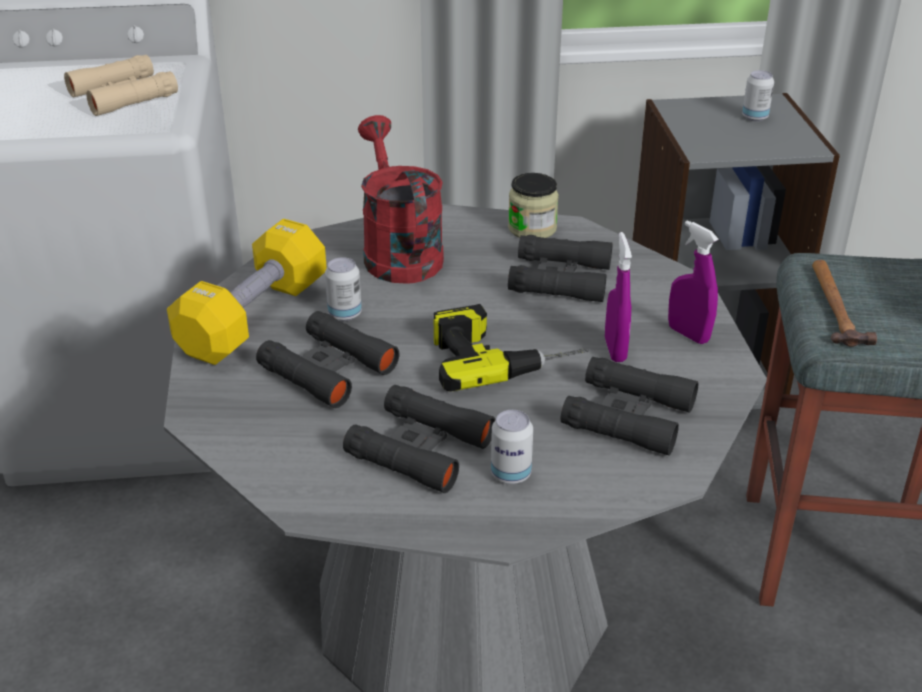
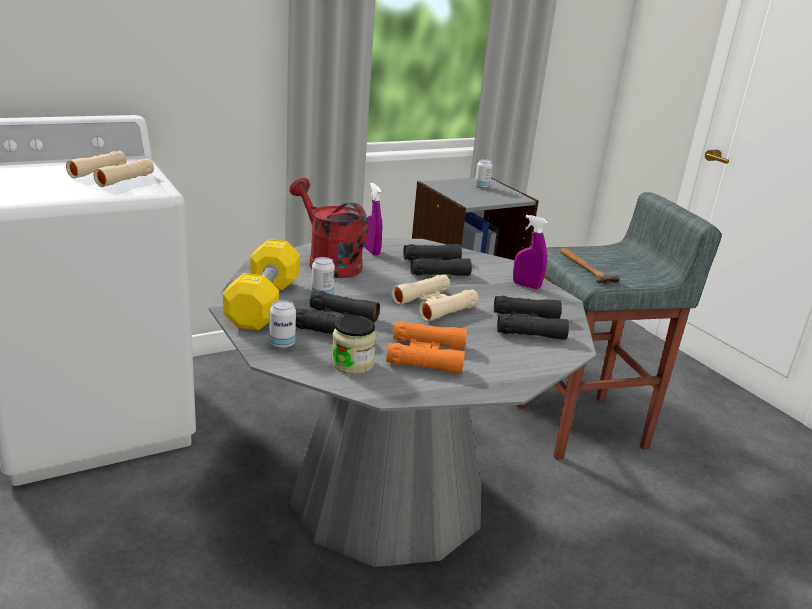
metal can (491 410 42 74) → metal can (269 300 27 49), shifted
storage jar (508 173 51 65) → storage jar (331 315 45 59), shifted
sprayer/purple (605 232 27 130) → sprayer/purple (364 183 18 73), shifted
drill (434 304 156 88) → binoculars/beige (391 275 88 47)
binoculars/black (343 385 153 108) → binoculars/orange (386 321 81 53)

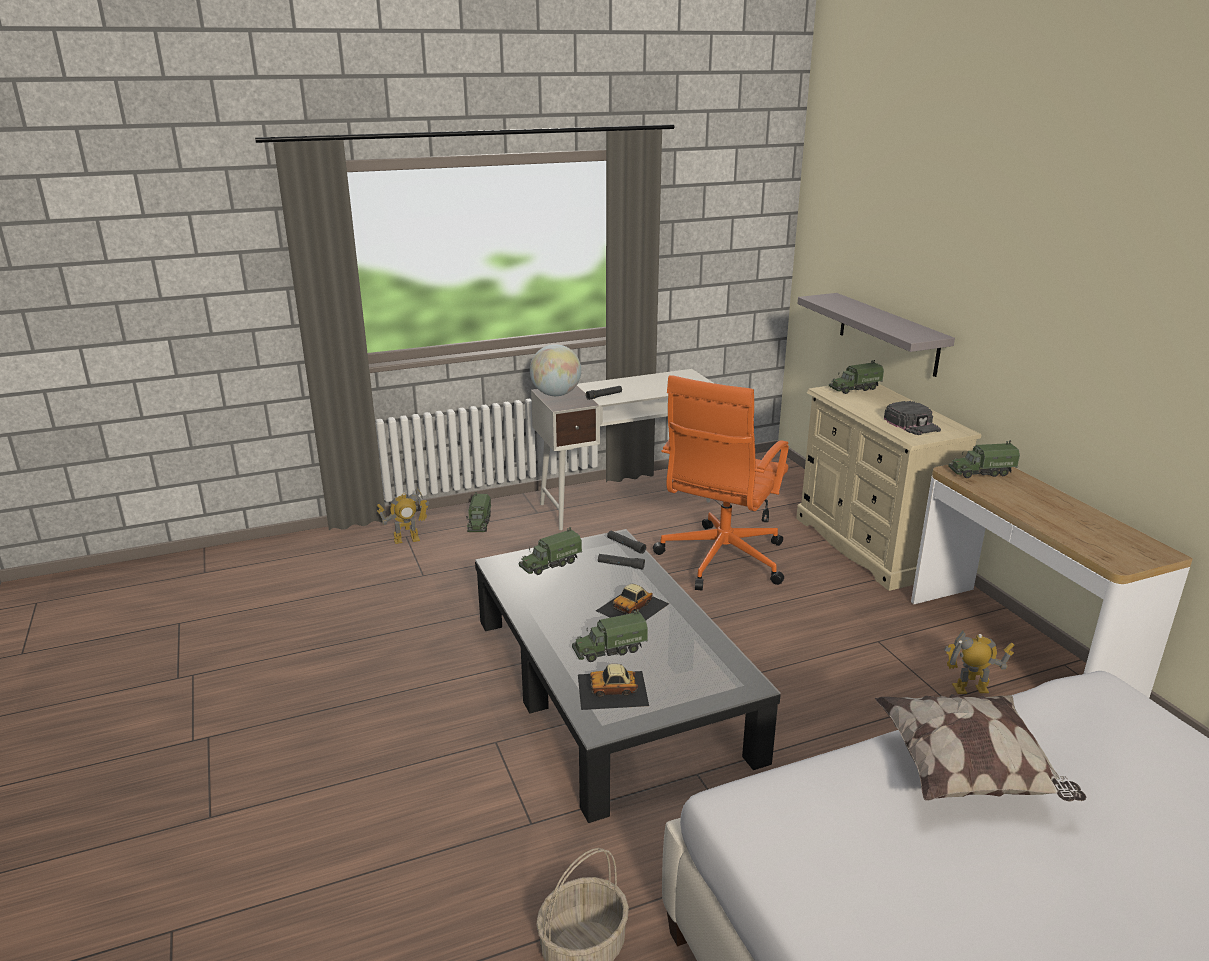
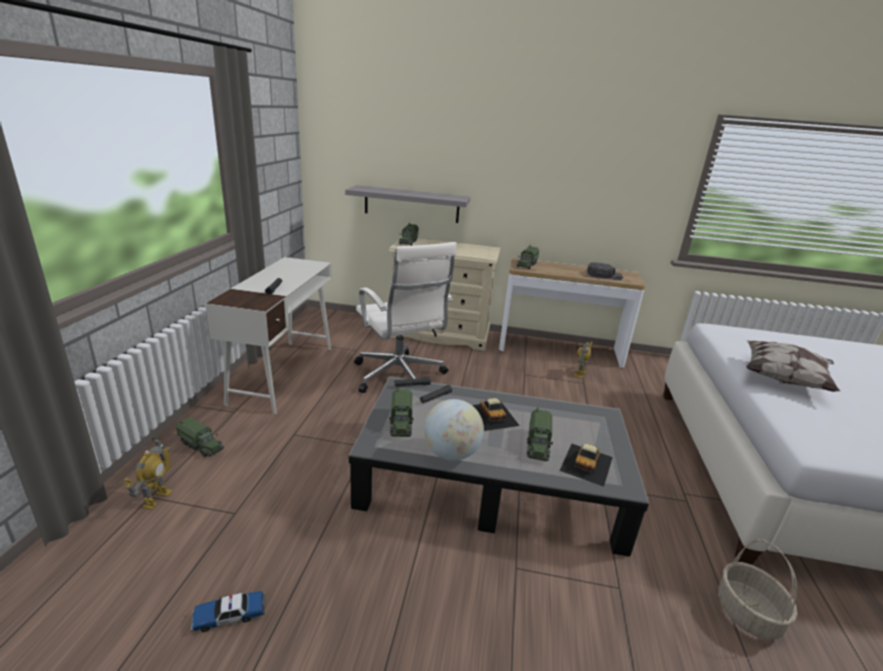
- → miniature car (191 591 74 41)
desk globe (530 344 51 52) → desk globe (424 399 60 62), shifted
baseball cap/black (884 401 57 34) → baseball cap/black (587 262 36 18), shifted
office chair/orange (653 375 136 215) → office chair/white (354 242 103 151)

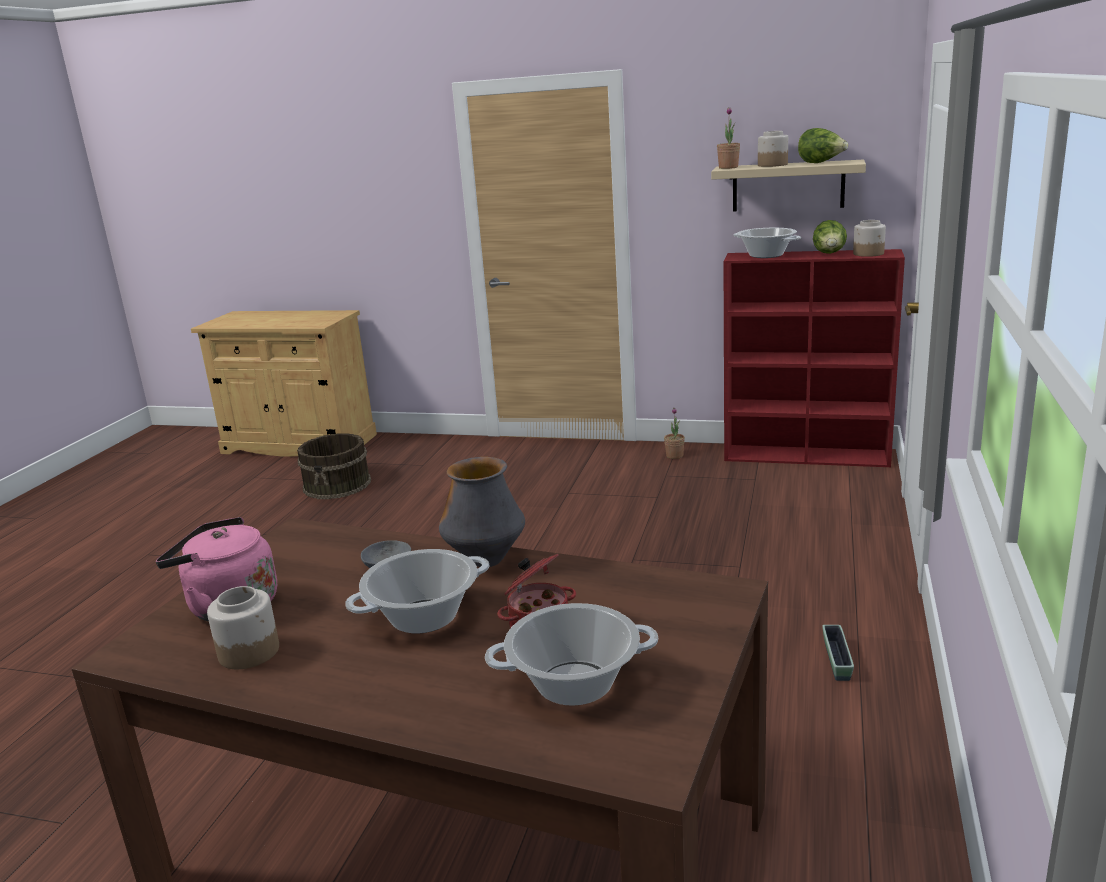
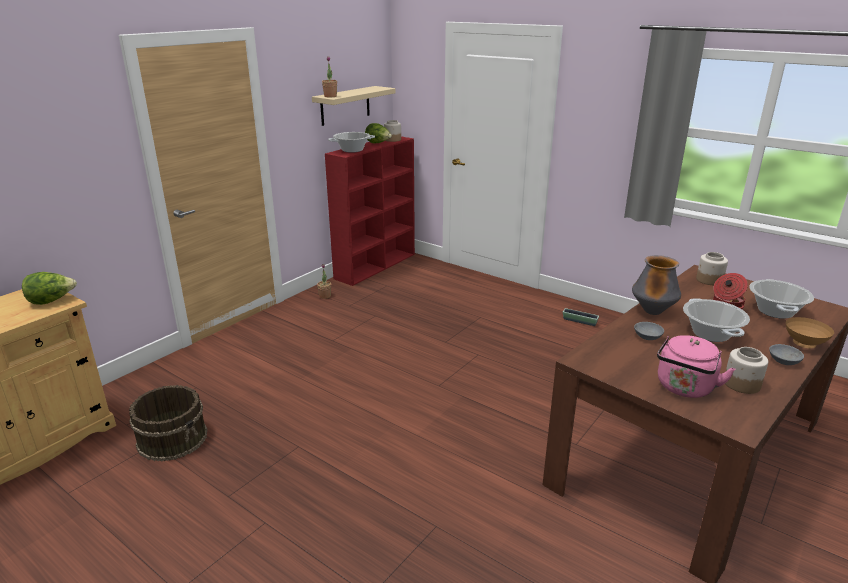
- → serving bowl/grey (769 344 35 21)
- → serving bowl/brown-coloured (786 317 48 31)
storage jar (758 131 30 36) → storage jar (696 252 32 33), shifted
lettuce (798 128 50 35) → lettuce (22 272 55 33), shifted

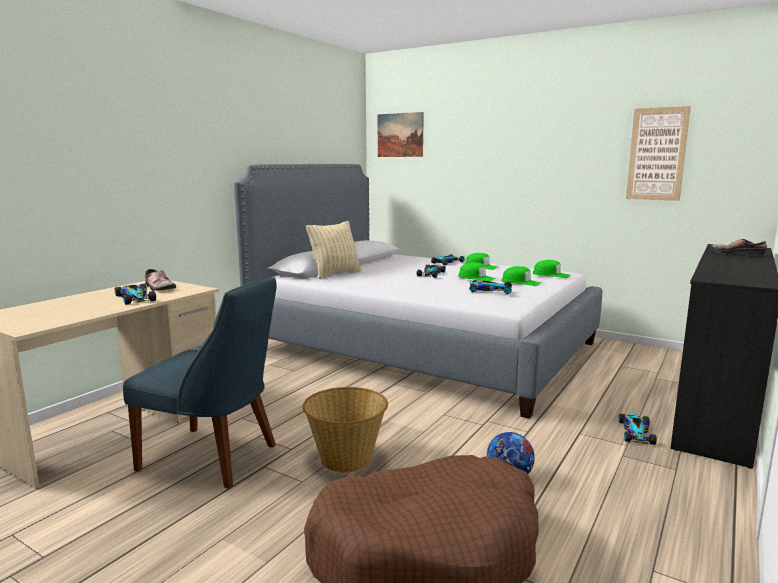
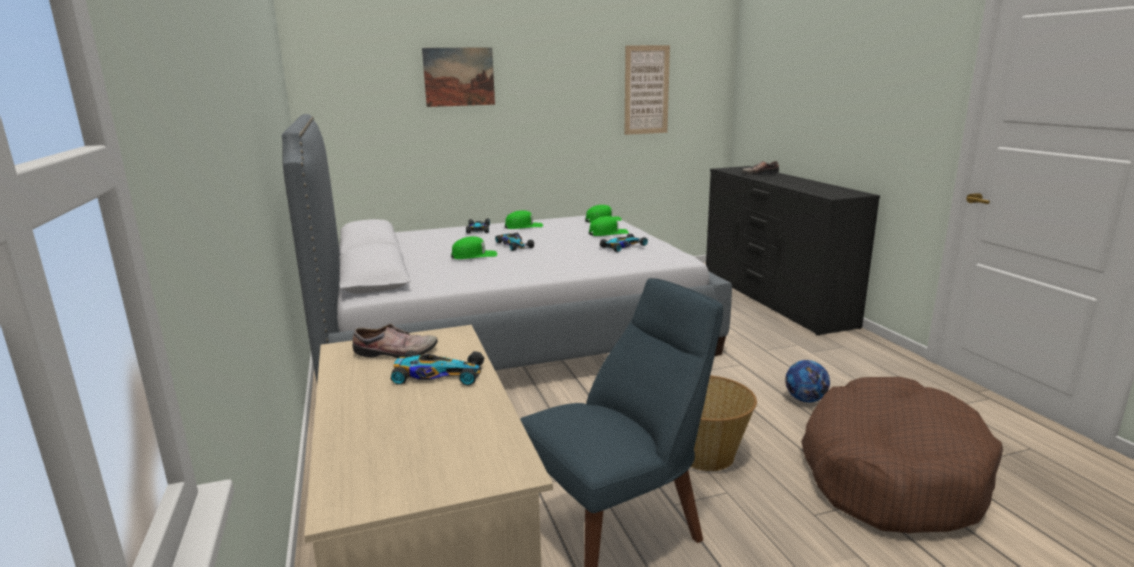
throw pillow/beige (306 221 56 58) → -
miniature car (619 414 38 31) → -
wall picture (378 112 46 45) → wall picture (422 47 73 60), shifted
baseball cap/green (458 262 38 19) → baseball cap/green (451 236 46 23), shifted

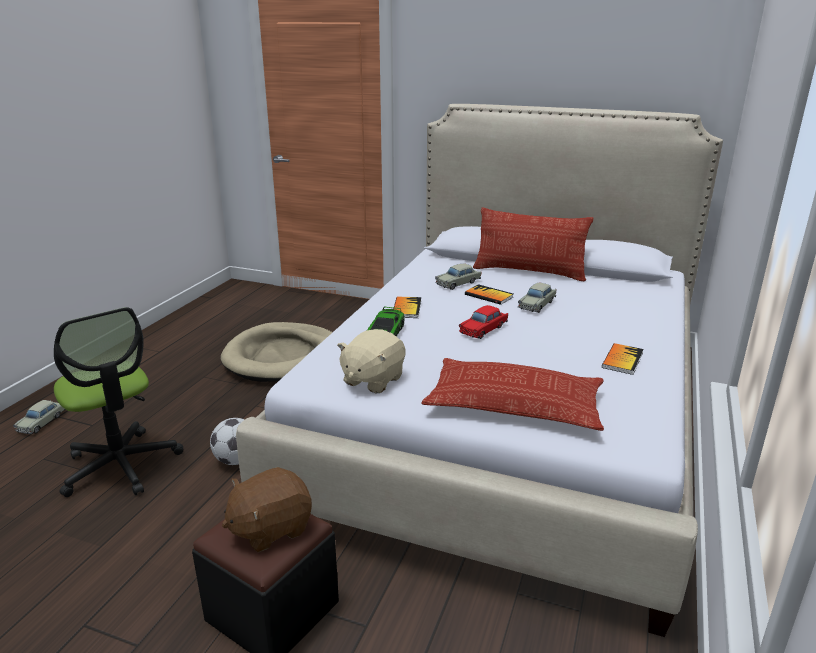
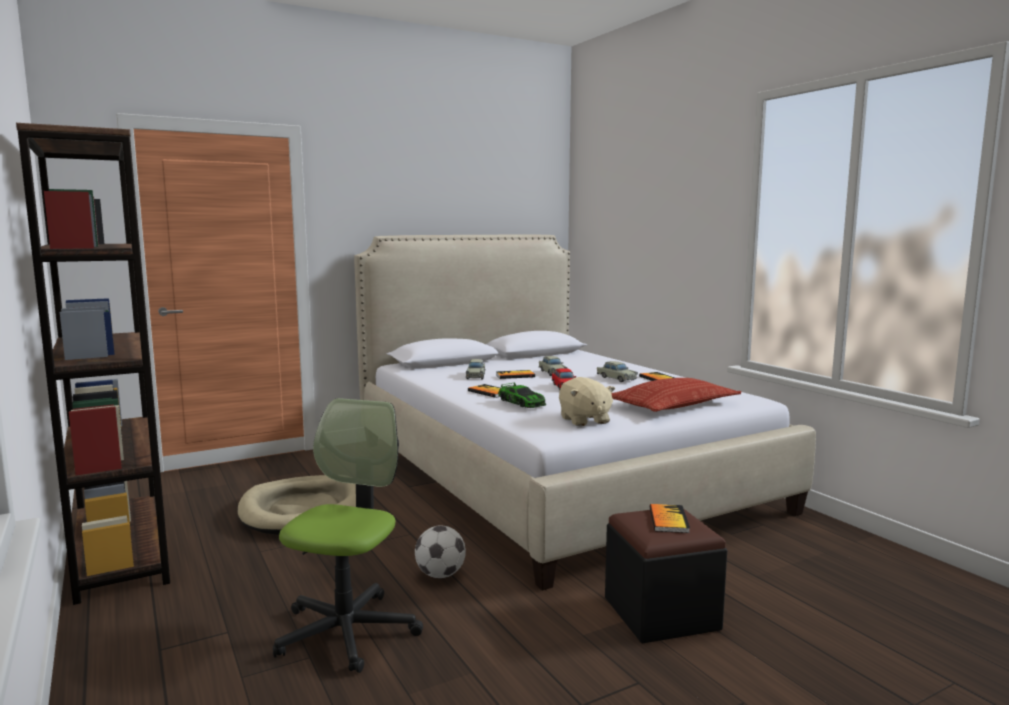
throw pillow (473 208 121 73) → -
- → bookcase/brown-coloured (16 123 154 482)
miniature car/beige (13 400 53 34) → miniature car/beige (597 361 41 21), shifted
cuddly toy/brown-coloured (222 467 90 85) → book (650 504 40 29)
office chair (54 307 129 190) → office chair (273 398 150 275), 75 degrees counterclockwise

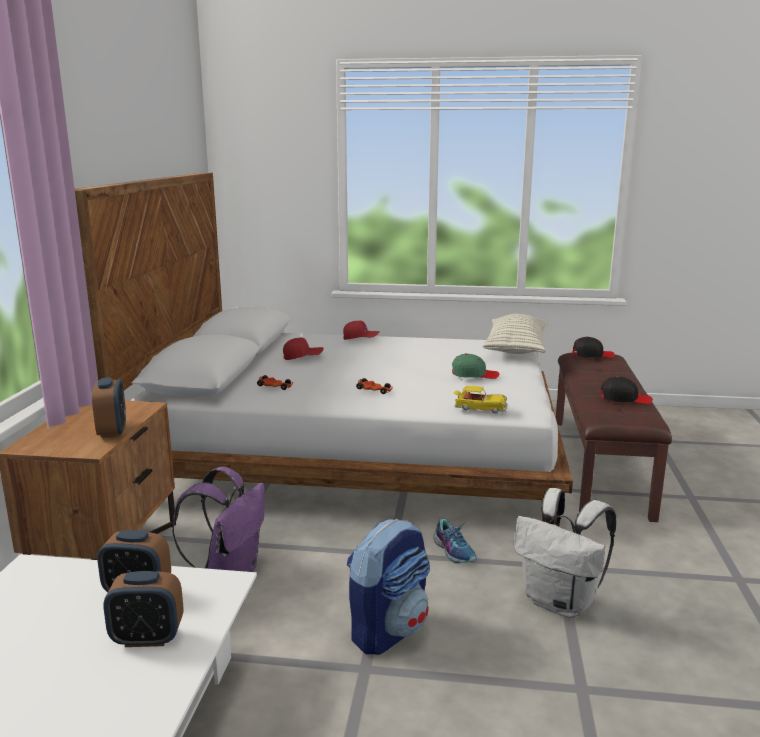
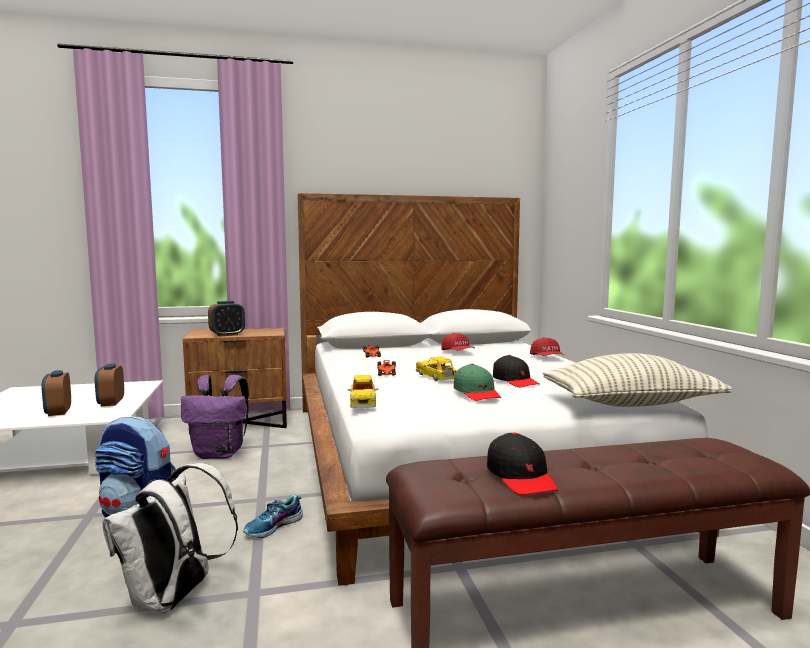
- → miniature car (416 357 40 24)
baseball cap/black (572 336 43 22) → baseball cap/black (493 355 47 32), shifted

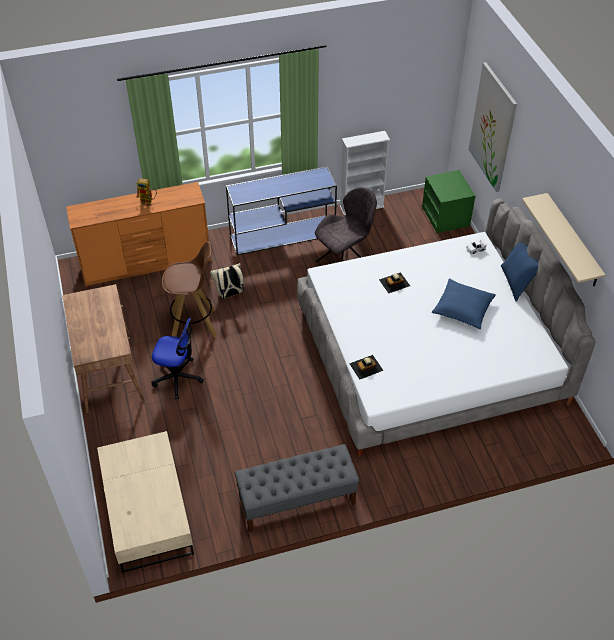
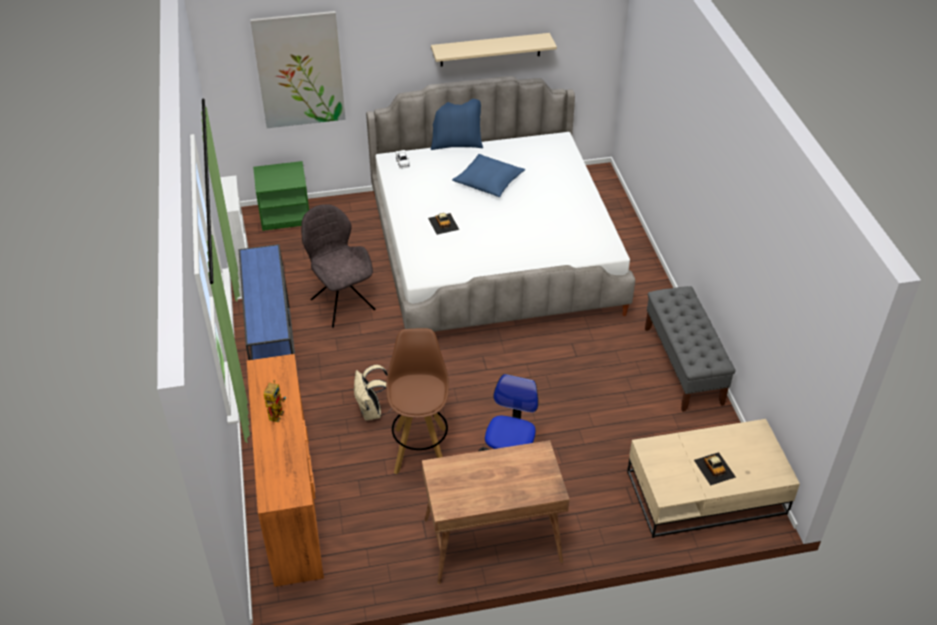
miniature car (349 355 34 25) → miniature car (694 452 42 33), shifted

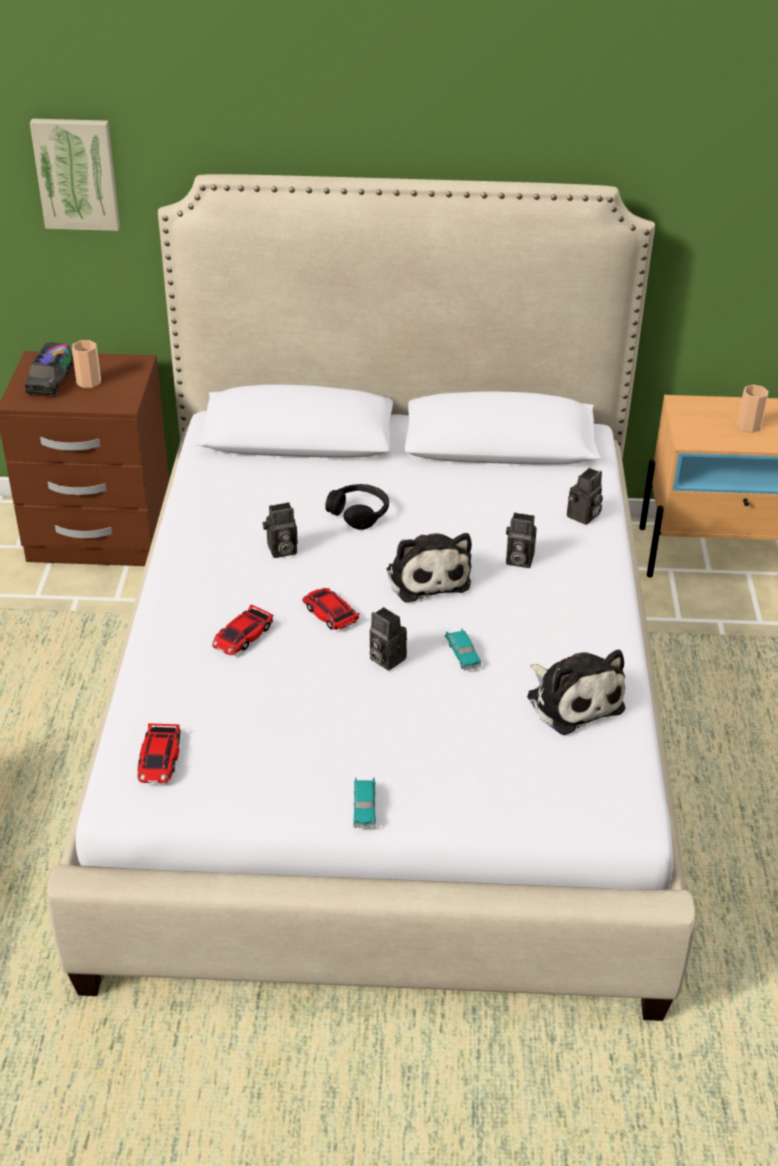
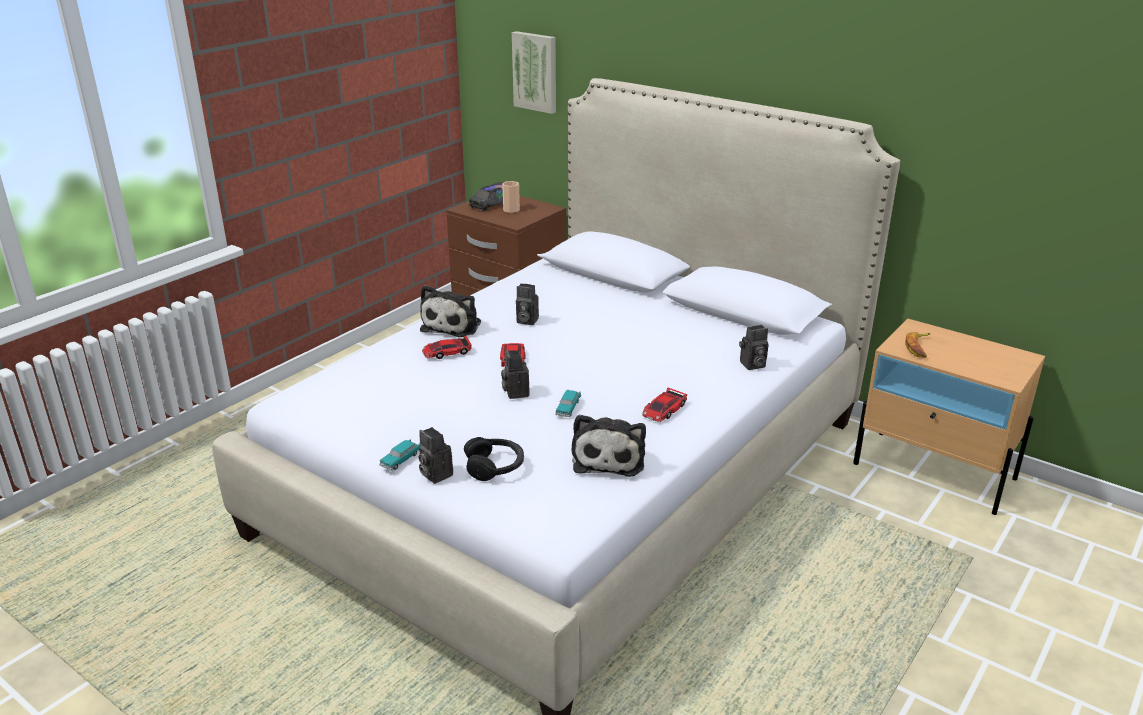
drinking cup (737 385 32 48) → -
- → banana fruit (905 332 26 26)
miniature car (138 723 43 61) → miniature car (642 388 46 34), shifted
pair of headphones/black (325 484 64 46) → pair of headphones/black (464 437 60 44), shifted
cuddly toy (387 533 85 70) → cuddly toy (420 285 61 52), shifted
still camera (506 512 31 56) → still camera (418 427 35 57), shifted

